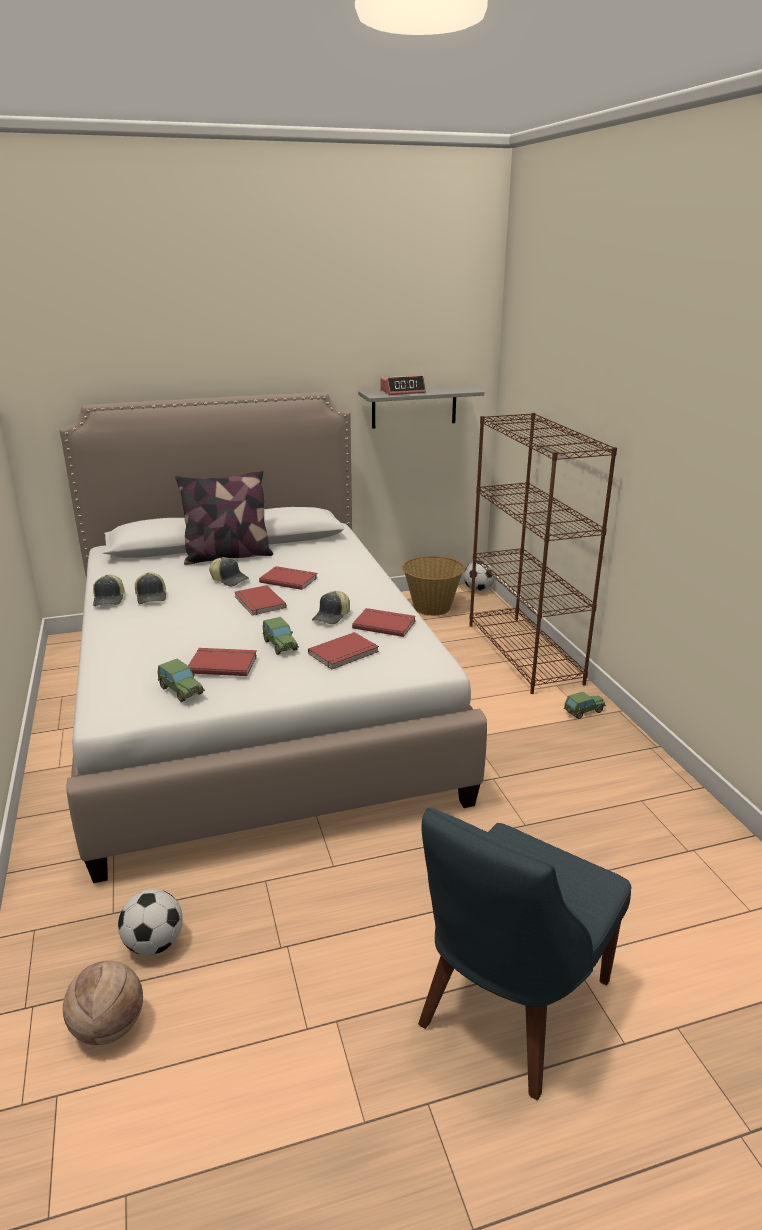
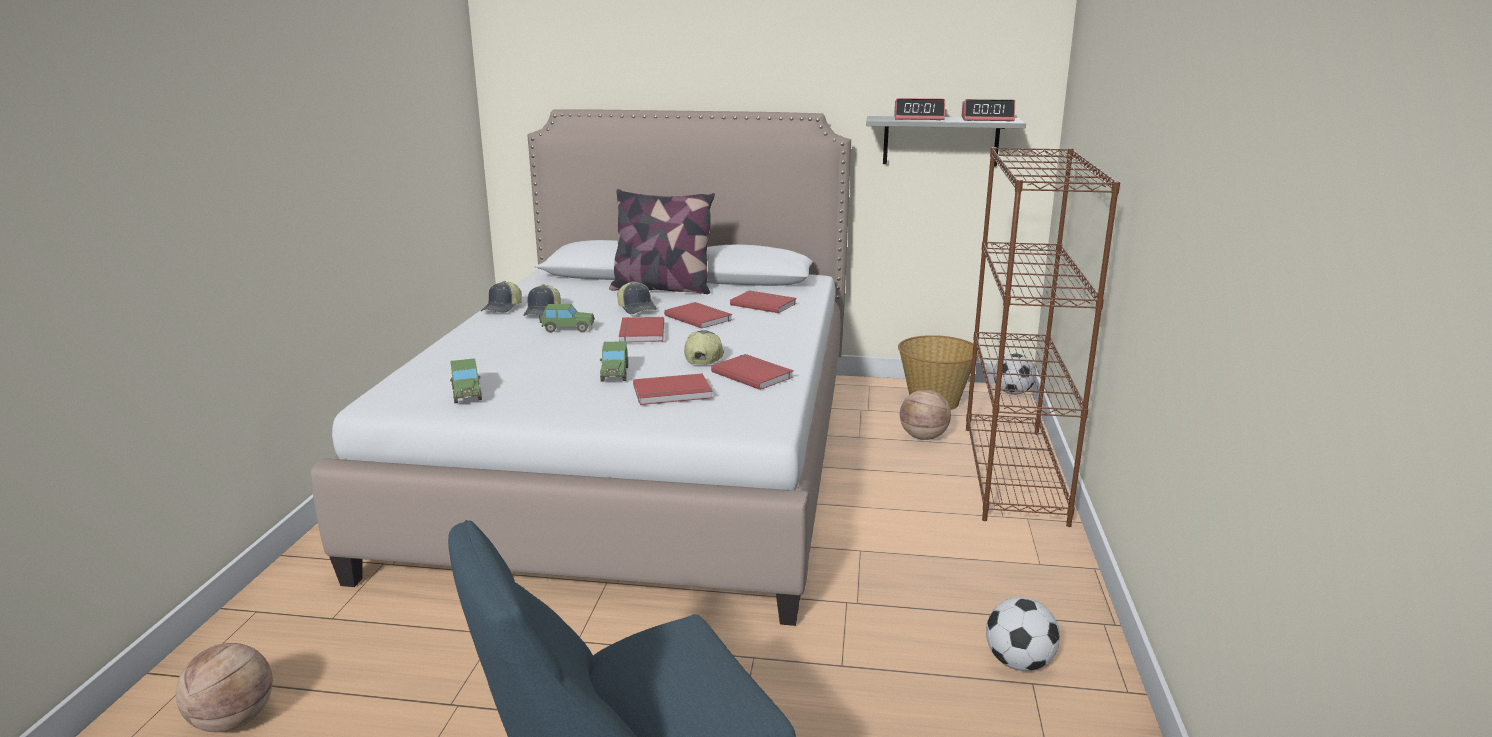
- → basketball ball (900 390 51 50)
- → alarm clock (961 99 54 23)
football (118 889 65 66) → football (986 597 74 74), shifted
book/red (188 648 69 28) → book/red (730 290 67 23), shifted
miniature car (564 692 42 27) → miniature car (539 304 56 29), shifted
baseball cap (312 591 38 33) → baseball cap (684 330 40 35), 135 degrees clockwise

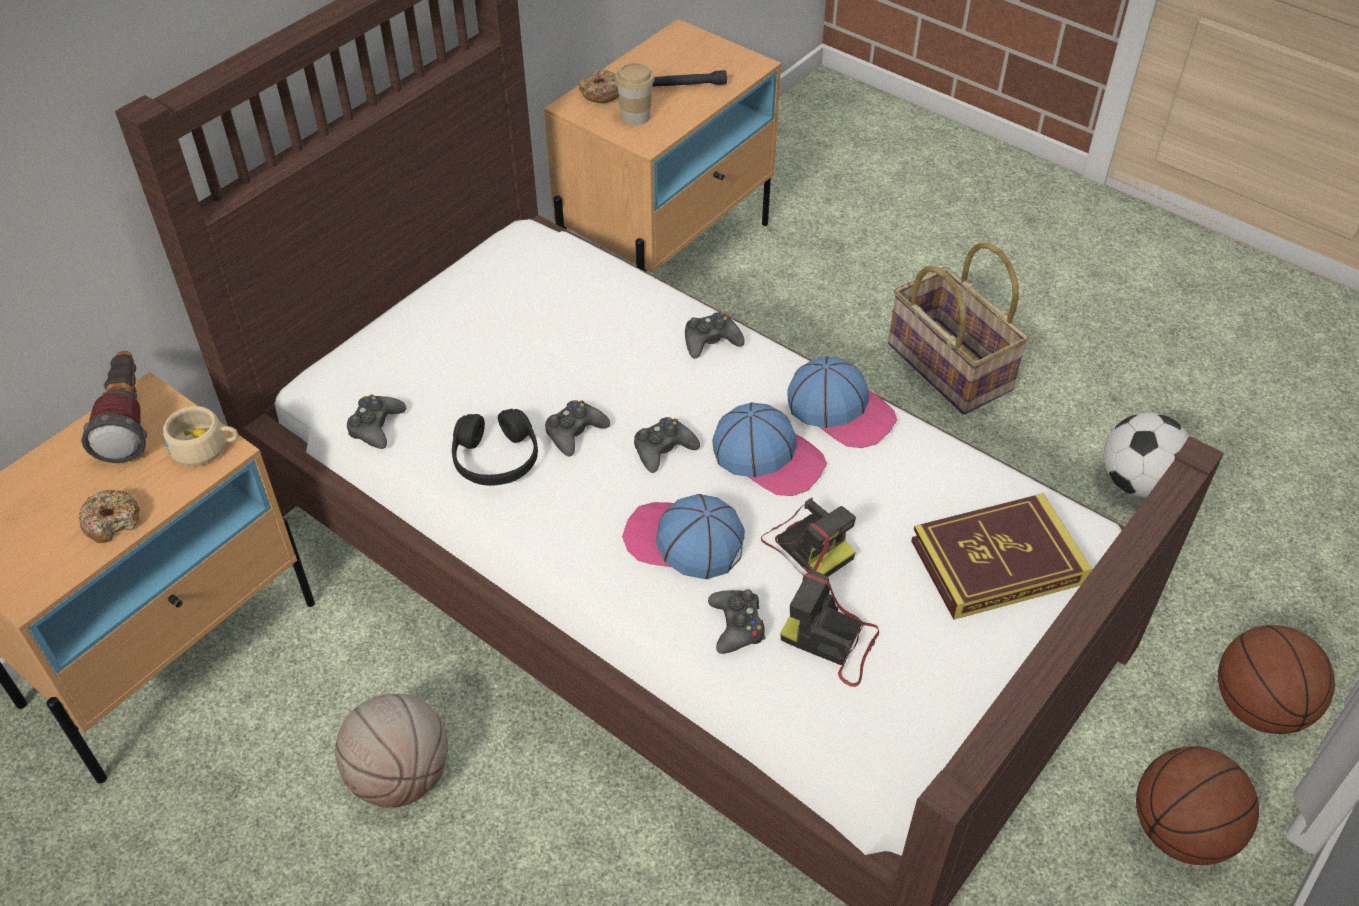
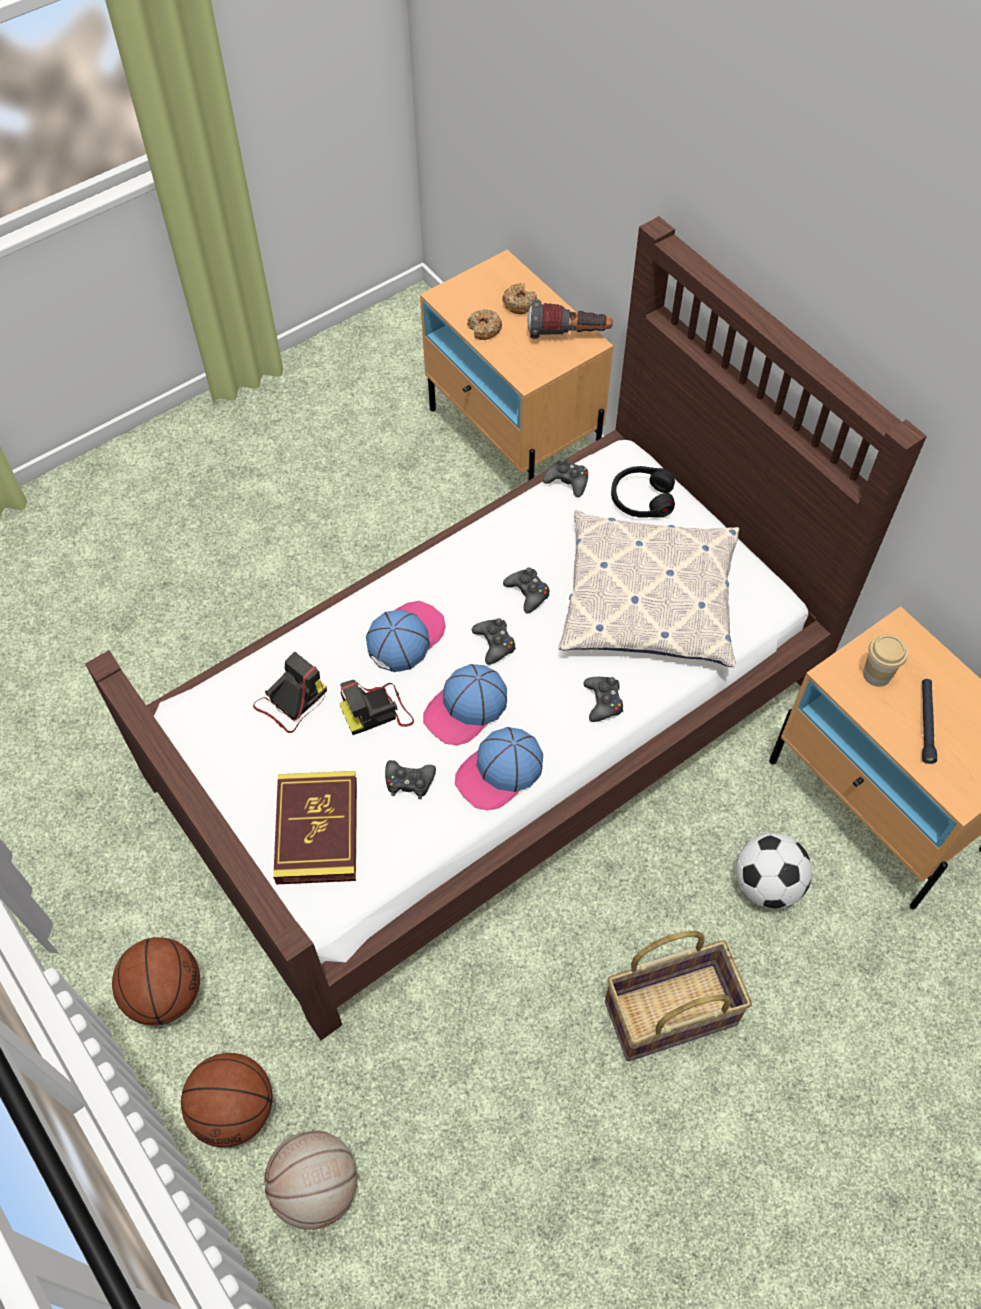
drinking cup/beige (163 406 76 60) → -
- → throw pillow (558 510 181 157)
basketball ball (335 694 113 114) → basketball ball (264 1131 93 99), shifted
pair of headphones/black (452 409 86 77) → pair of headphones/black (611 466 64 52), shifted
doughnut (579 70 40 33) → doughnut (502 283 35 31), shifted
gamepad/black (708 589 58 65) → gamepad/black (385 760 51 39), shifted
football (1104 413 85 85) → football (736 833 76 76), shifted

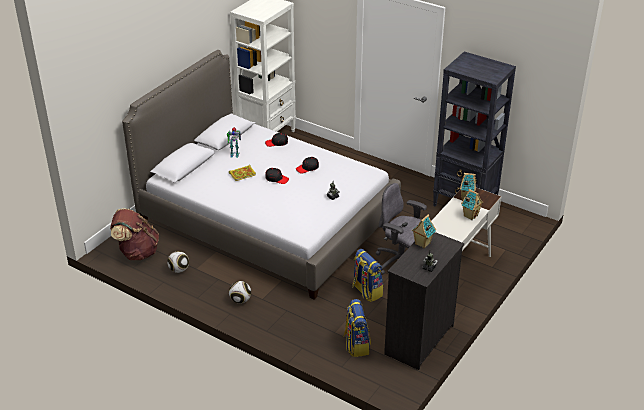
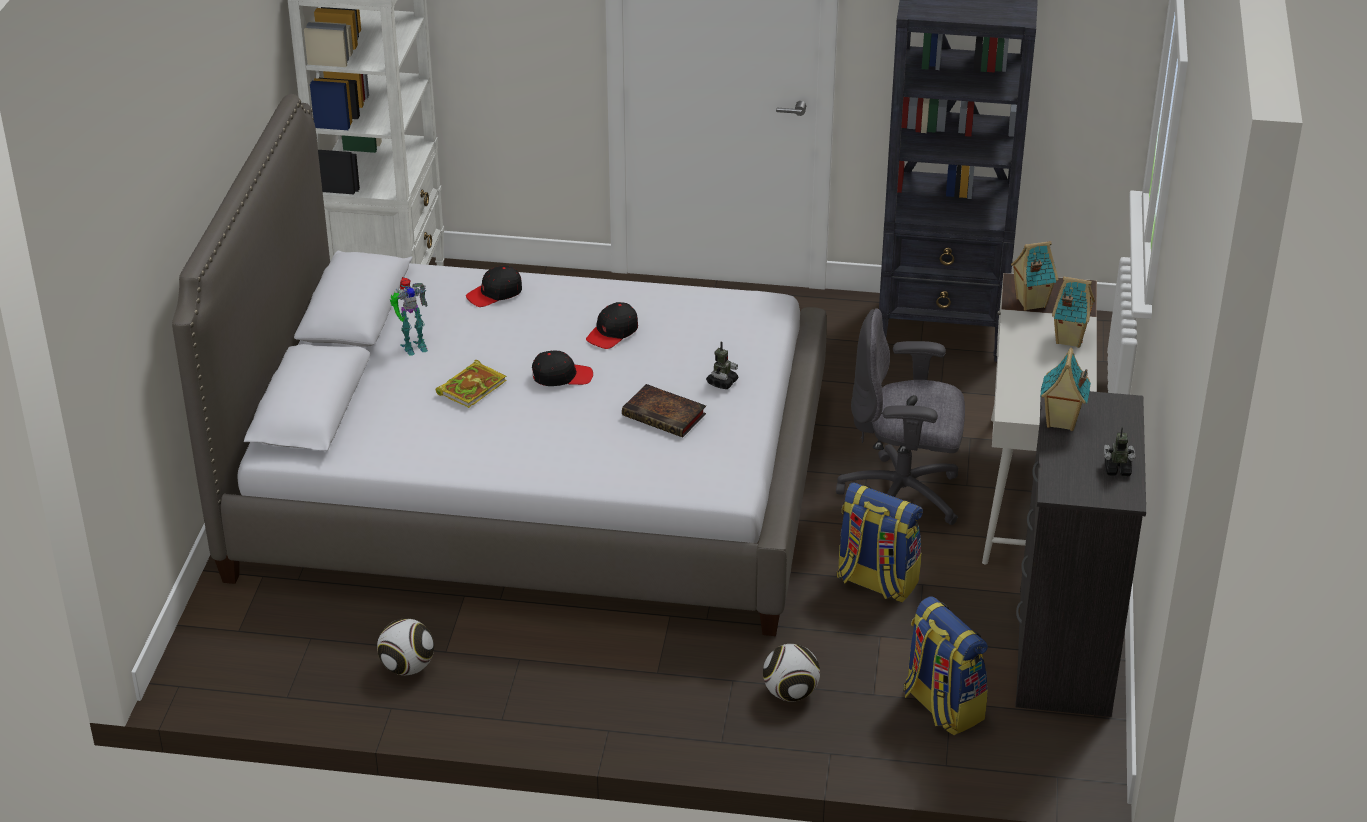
knapsack/brown-coloured (110 208 49 52) → -
- → book (622 384 84 54)
football (229 281 22 23) → football (763 644 57 58), shifted

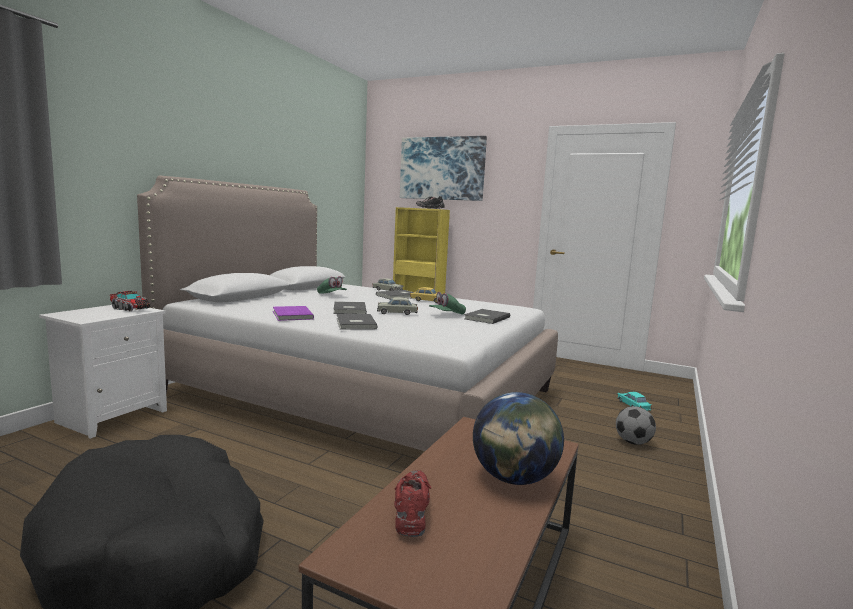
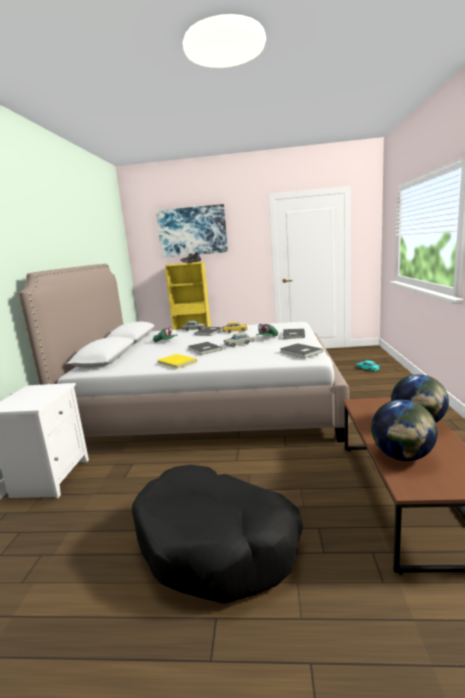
model truck (109 291 42 20) → -
football (616 406 40 39) → -
book/grey (337 314 41 16) → book/grey (280 343 43 15), shifted
shoe/red (394 470 37 67) → desk globe (371 399 66 62)
book/purple (273 306 41 15) → book/yellow-coloured (157 354 40 15)

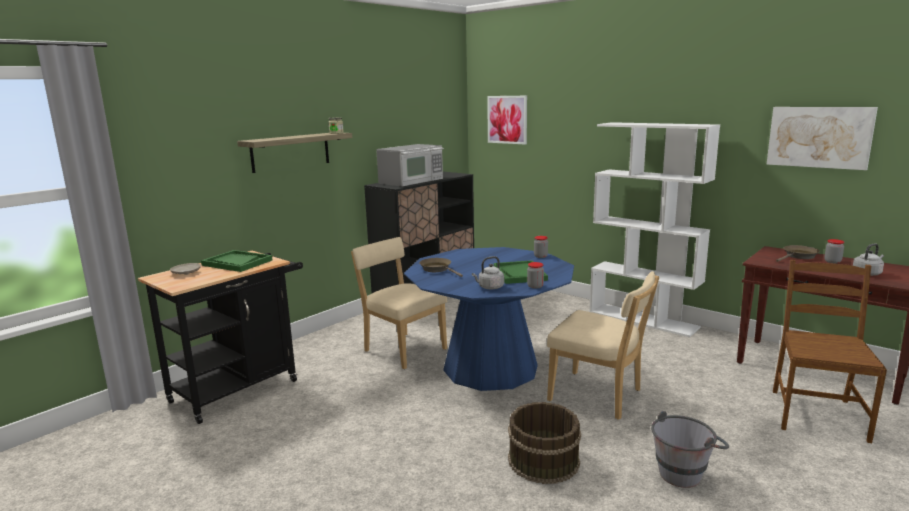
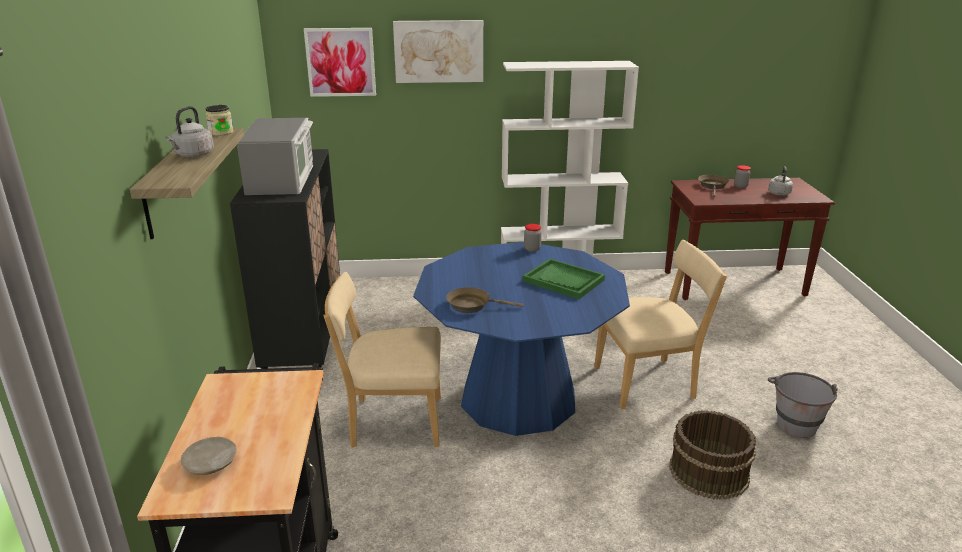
carrying tray/green (201 250 72 22) → -
storage jar (527 262 17 27) → -
chair/brown-coloured (773 260 114 183) → -
tea kettle/grey (472 256 32 33) → tea kettle/grey (165 106 49 51), shifted
wall picture (766 107 112 63) → wall picture (393 20 90 63), shifted

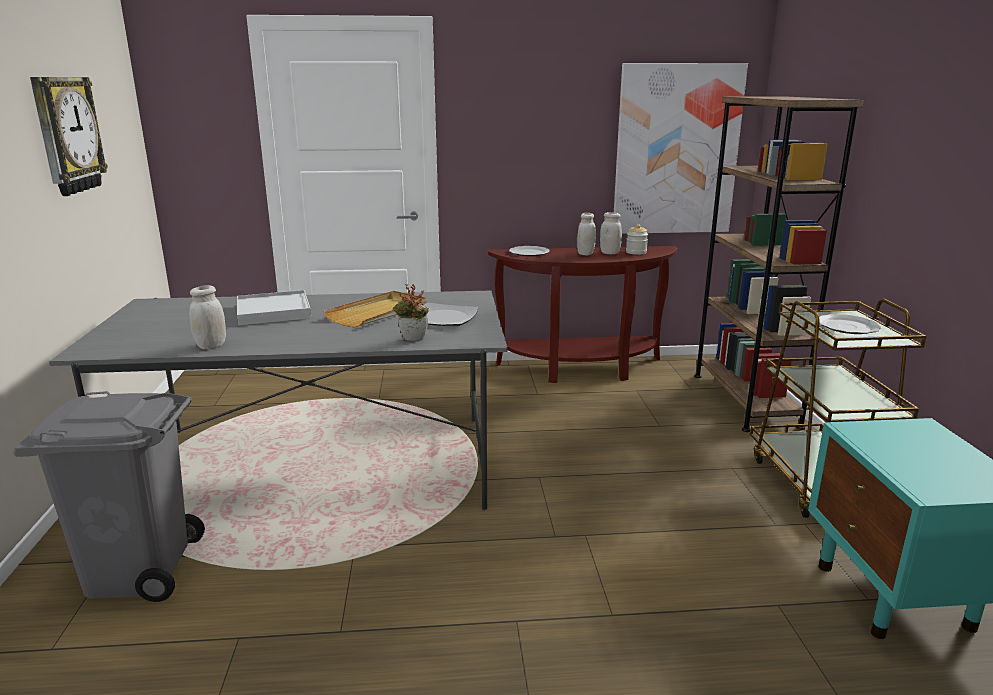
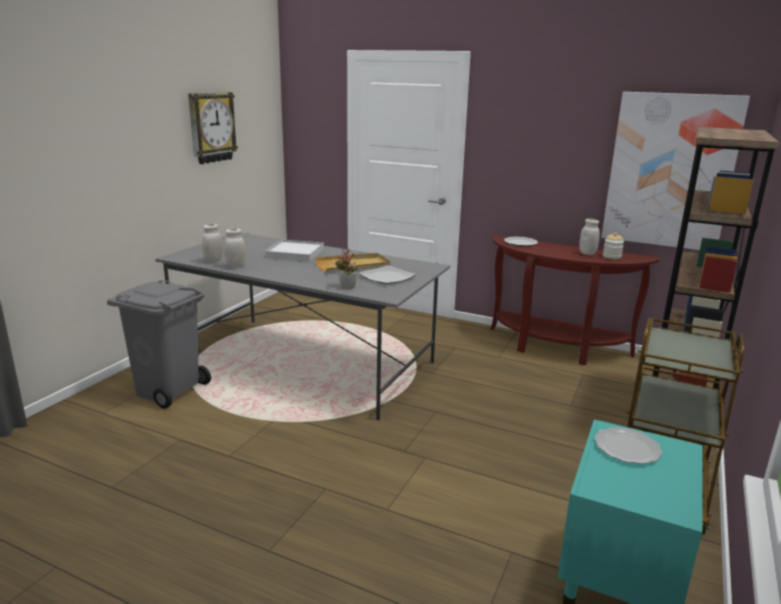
storage jar/white (577 213 19 42) → storage jar/white (202 224 21 39), shifted
plate (819 314 62 20) → plate (595 427 67 37), shifted

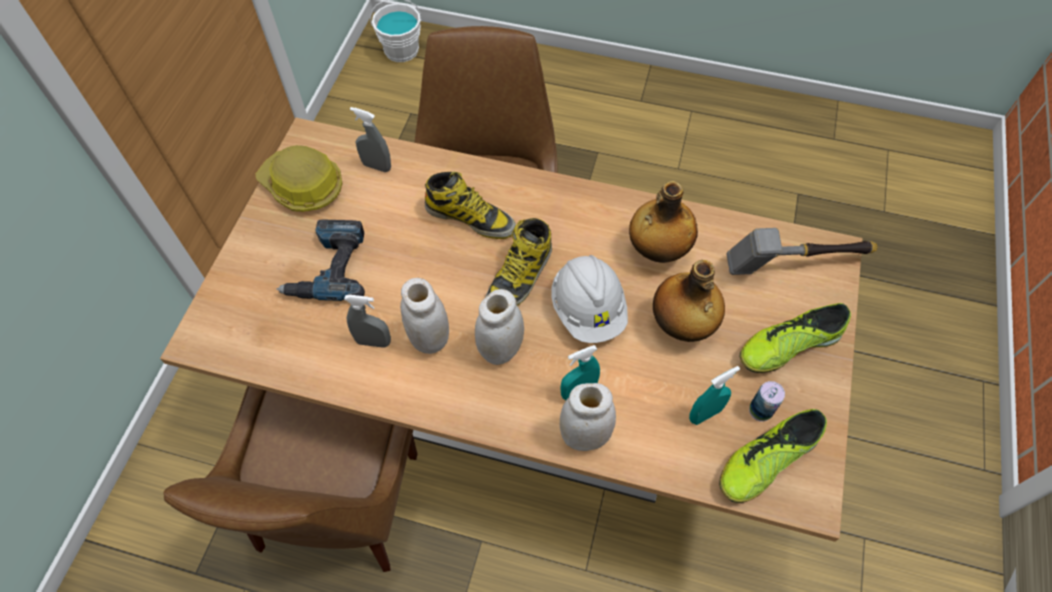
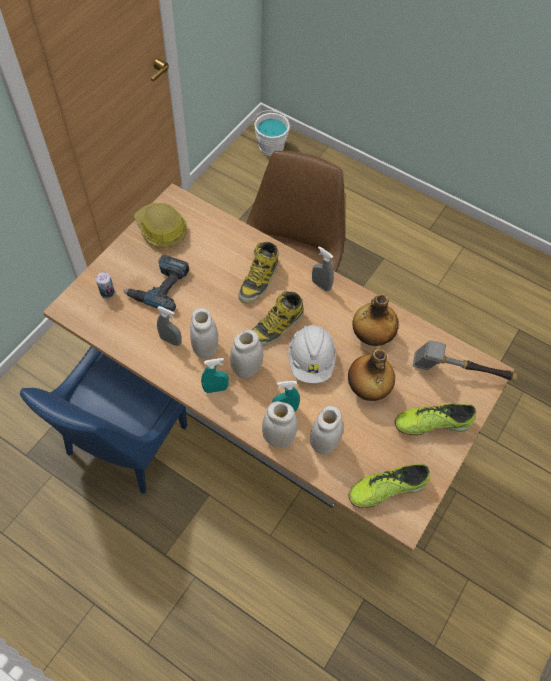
- → storage jar/white (310 406 33 49)
sprayer/grey (350 107 41 65) → sprayer/grey (312 246 22 45), shifted
sprayer/turquoise (689 366 51 59) → sprayer/turquoise (201 358 28 35), shifted
metal can (749 381 36 41) → metal can (96 272 19 27), shifted
chair/brown-coloured (163 386 254 186) → chair/blue (20 346 167 148)
high-top boot (425 171 91 68) → high-top boot (238 242 41 61), 75 degrees clockwise

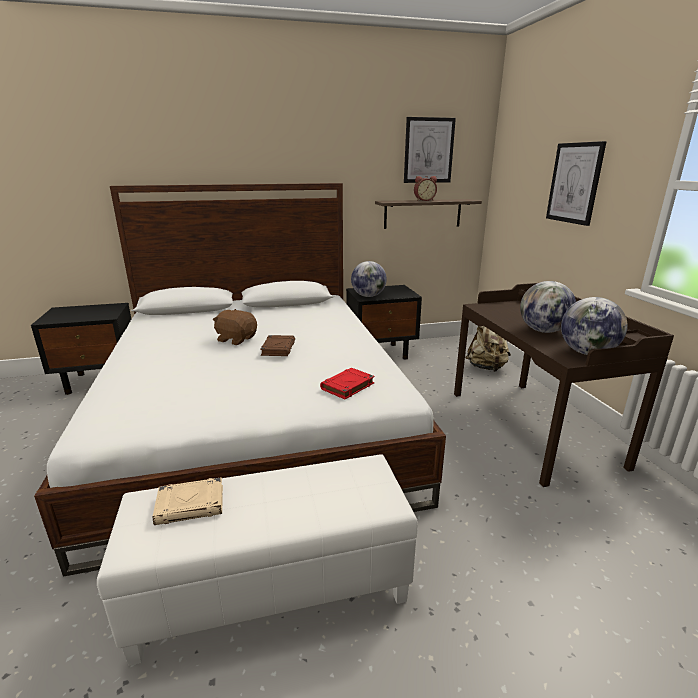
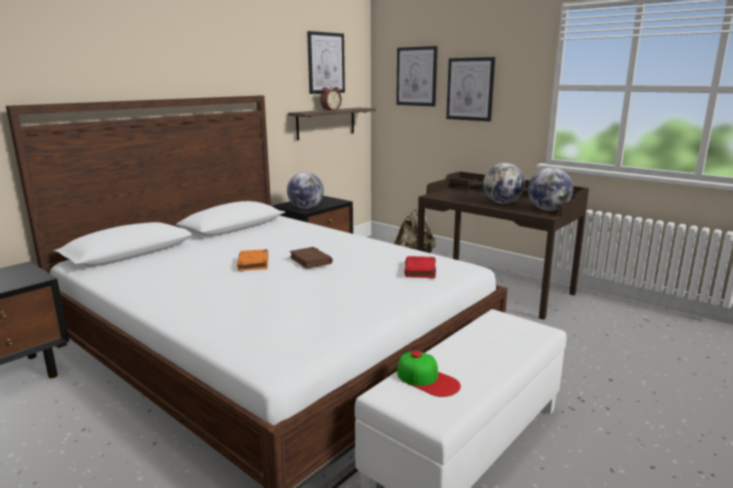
- → wall picture (396 46 42 60)
book/beige (153 477 70 48) → baseball cap (397 351 64 46)
cuddly toy/brown-coloured (213 309 44 36) → book/orange (237 249 31 22)

